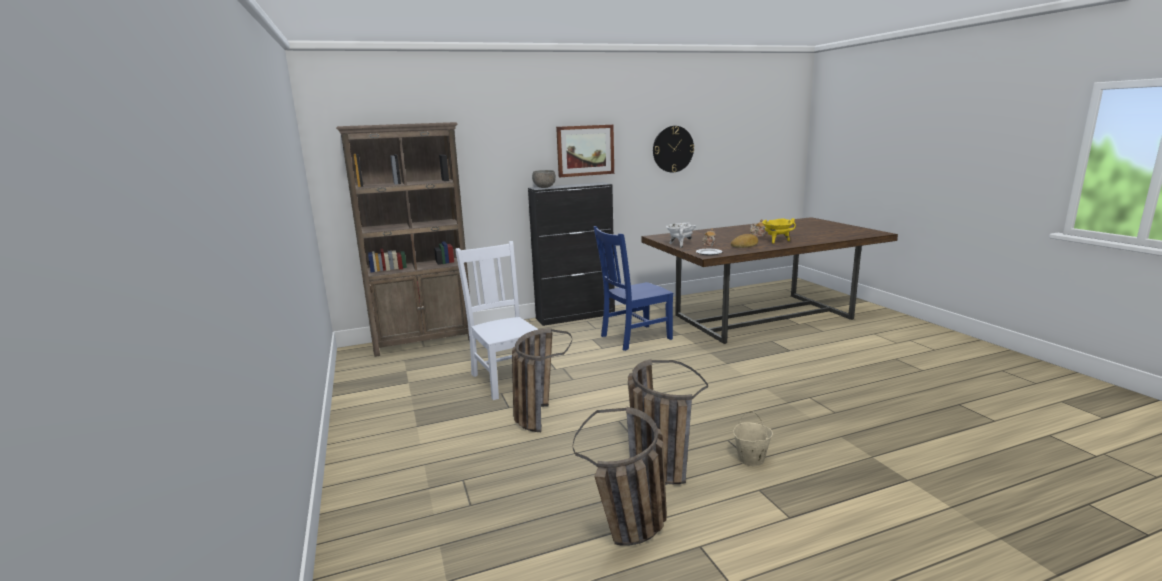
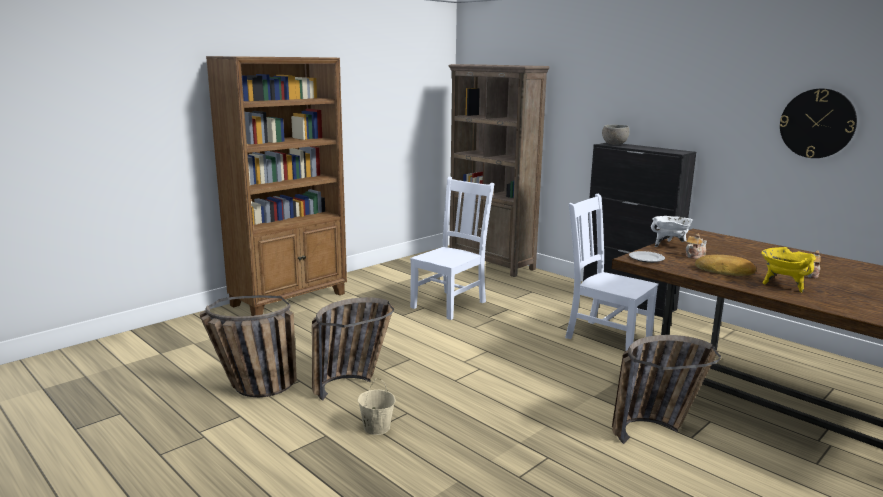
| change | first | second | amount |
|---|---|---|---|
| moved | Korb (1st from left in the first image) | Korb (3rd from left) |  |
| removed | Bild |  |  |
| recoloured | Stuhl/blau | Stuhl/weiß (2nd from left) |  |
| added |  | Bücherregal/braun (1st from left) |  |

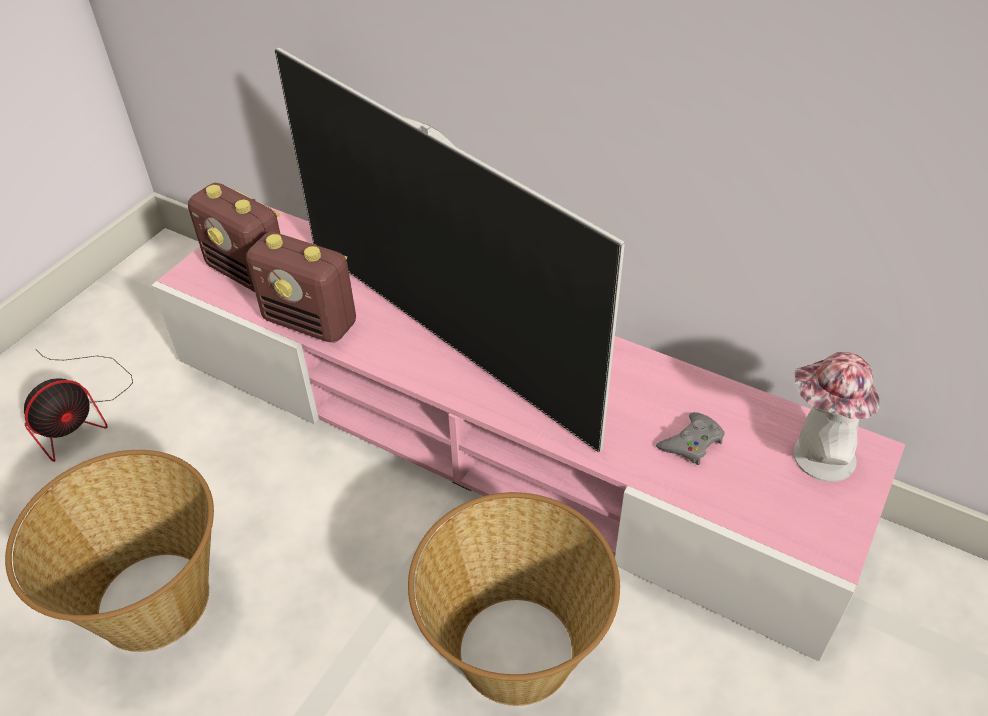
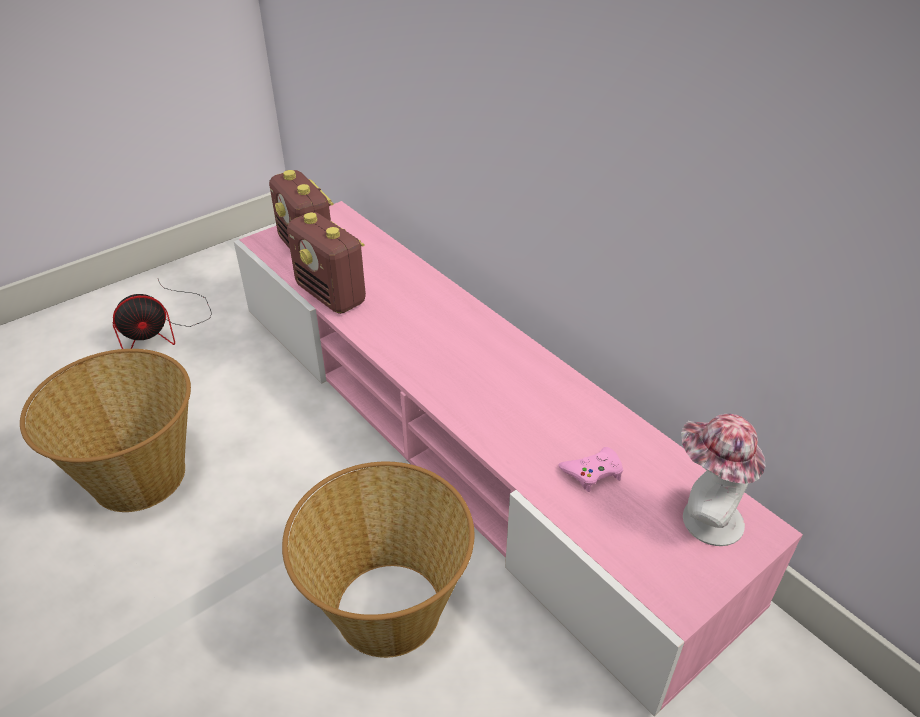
| change | first | second | amount |
|---|---|---|---|
| removed | Fernseher |  |  |
| recoloured | Gamepad/grau | Gamepad/rosa |  |

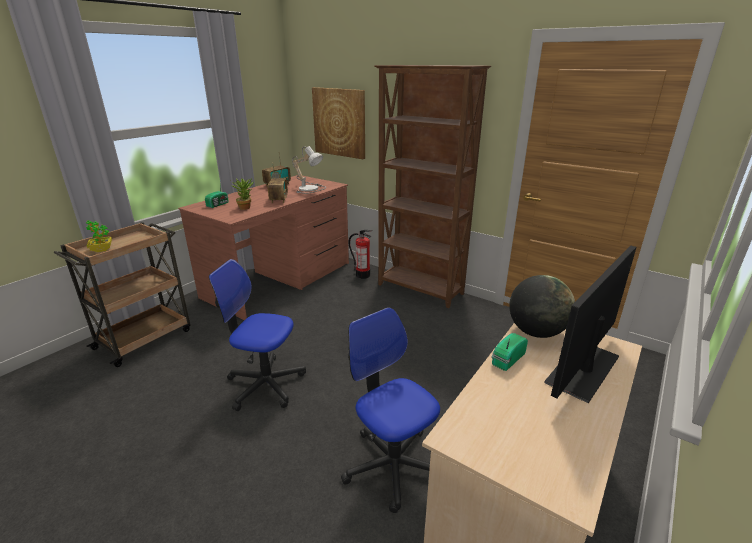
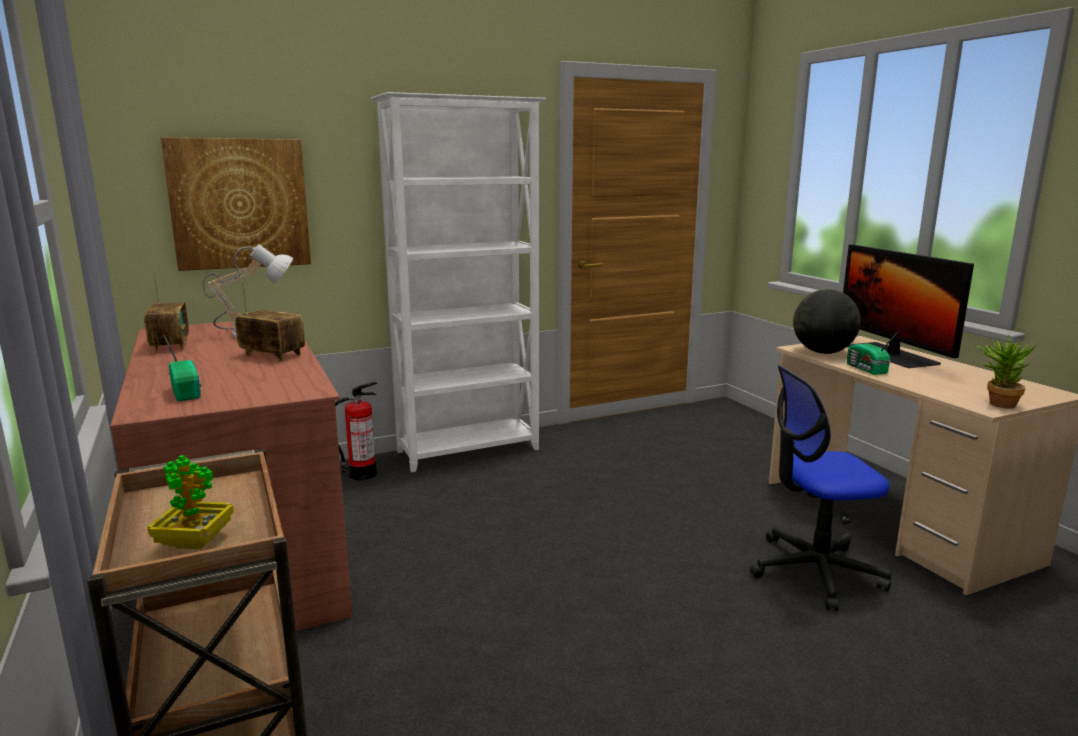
| change | first | second | amount |
|---|---|---|---|
| removed | Bürostuhl (1st from left) |  |  |
| moved | Topfpflanze (2nd from left) |  |  |
| recoloured | Bücherregal/braun | Bücherregal/weiß |  |

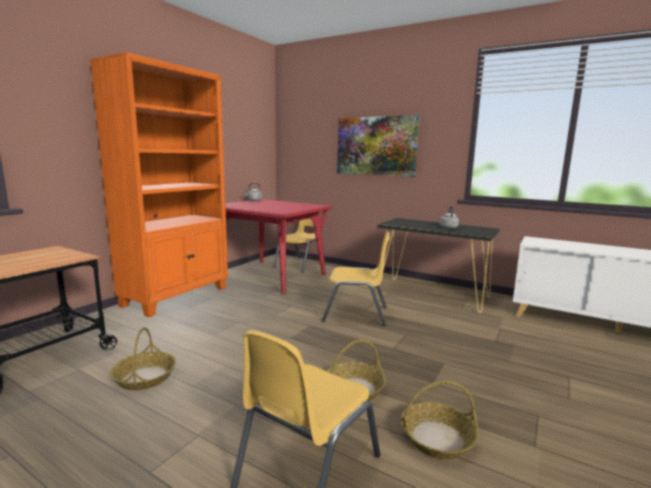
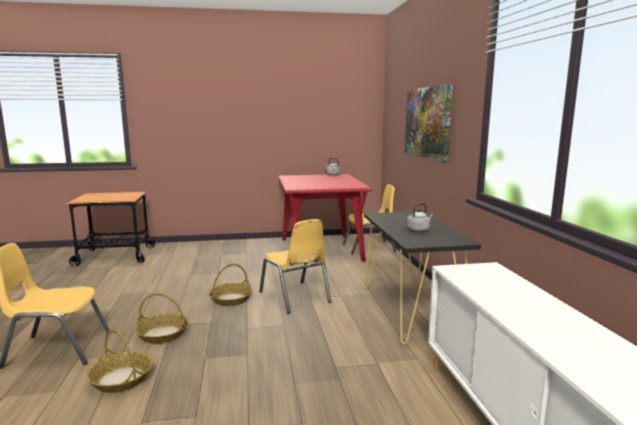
| change | first | second | amount |
|---|---|---|---|
| removed | Bücherregal/orange |  |  |
| moved | Korb (1st from left in the first image) | Korb (3rd from left) |  |

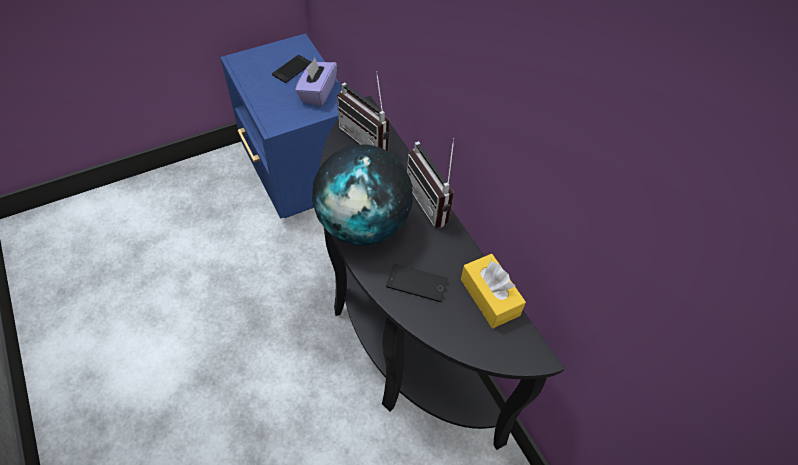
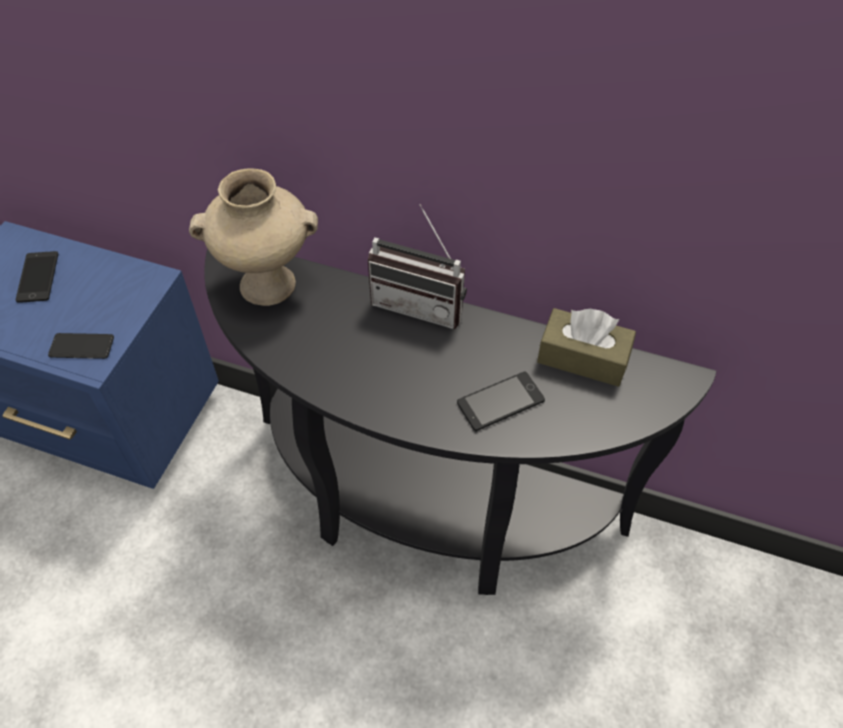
| change | first | second | amount |
|---|---|---|---|
| removed | Taschentuchbox/lila |  |  |
| removed | Globus |  |  |
| replaced | Radio (1st from left) | Vase/beige |  |
| recoloured | Taschentuchbox/gelb | Taschentuchbox/braun |  |
| added |  | Handy (2nd from left) |  |

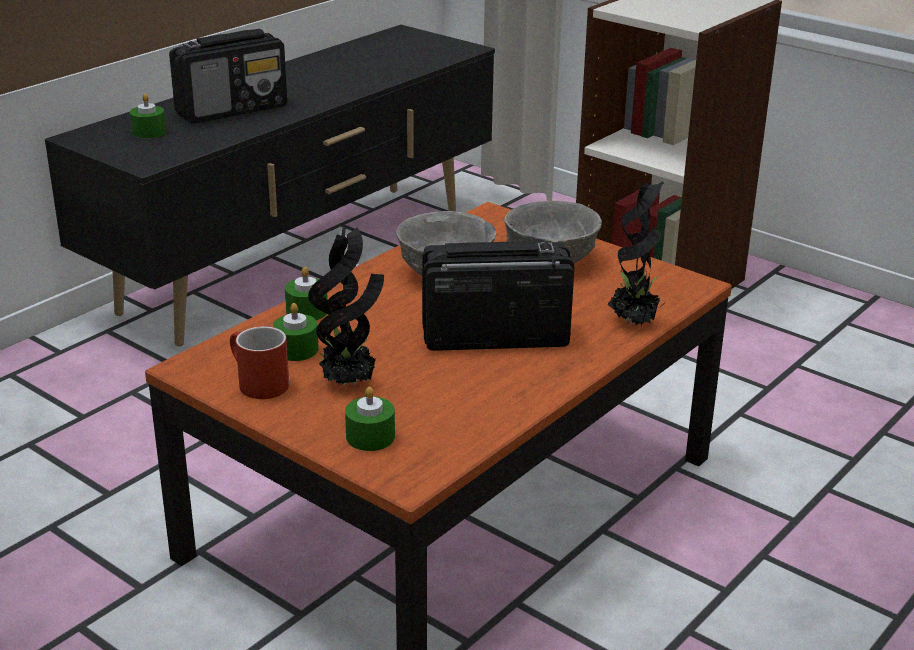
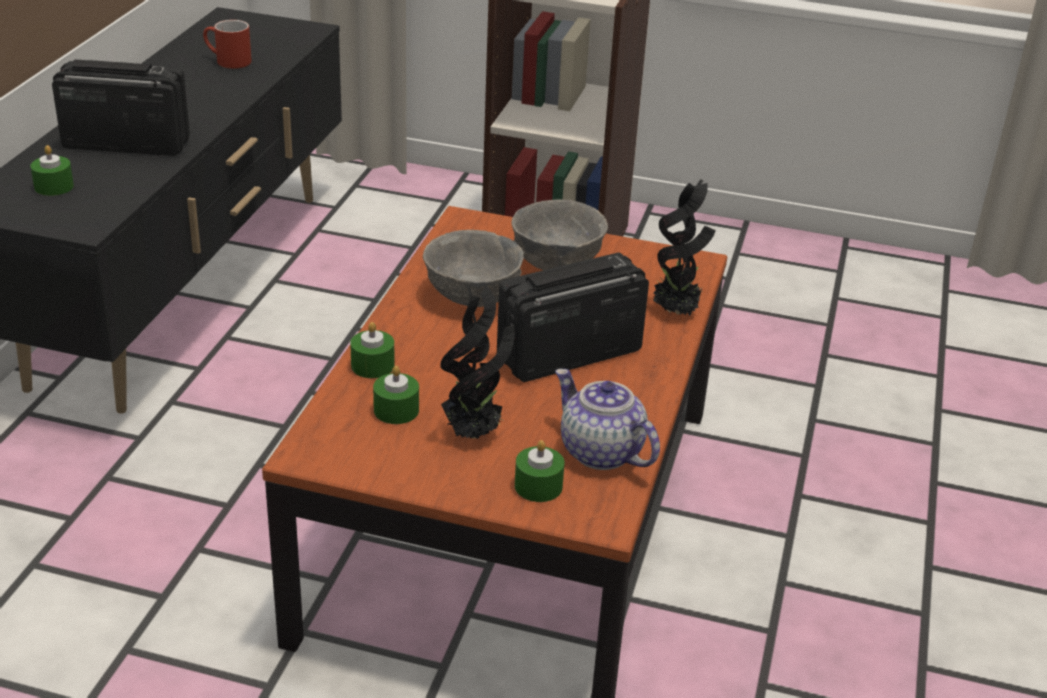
| change | first | second | amount |
|---|---|---|---|
| turned | Radio (1st from left) |  | 120 degrees counterclockwise |
| moved | Henkelbecher/rot |  |  |
| added |  | Teekanne |  |

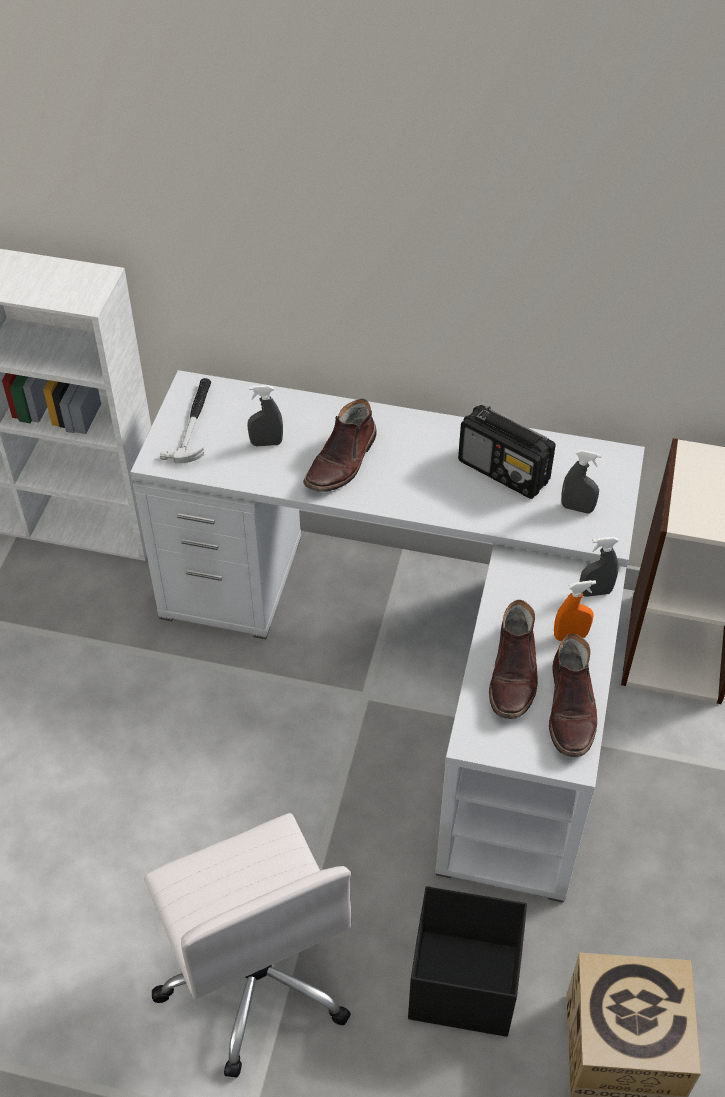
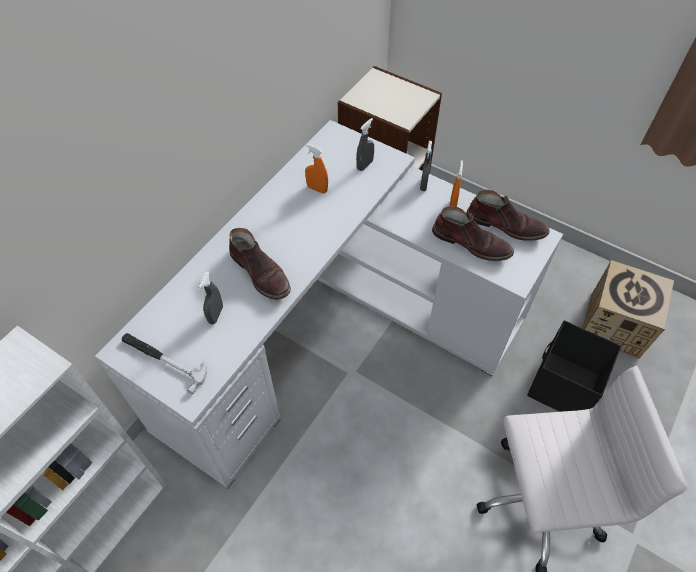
| change | first | second | amount |
|---|---|---|---|
| replaced | Radio | Sprühflasche/orange (1st from left) |  |

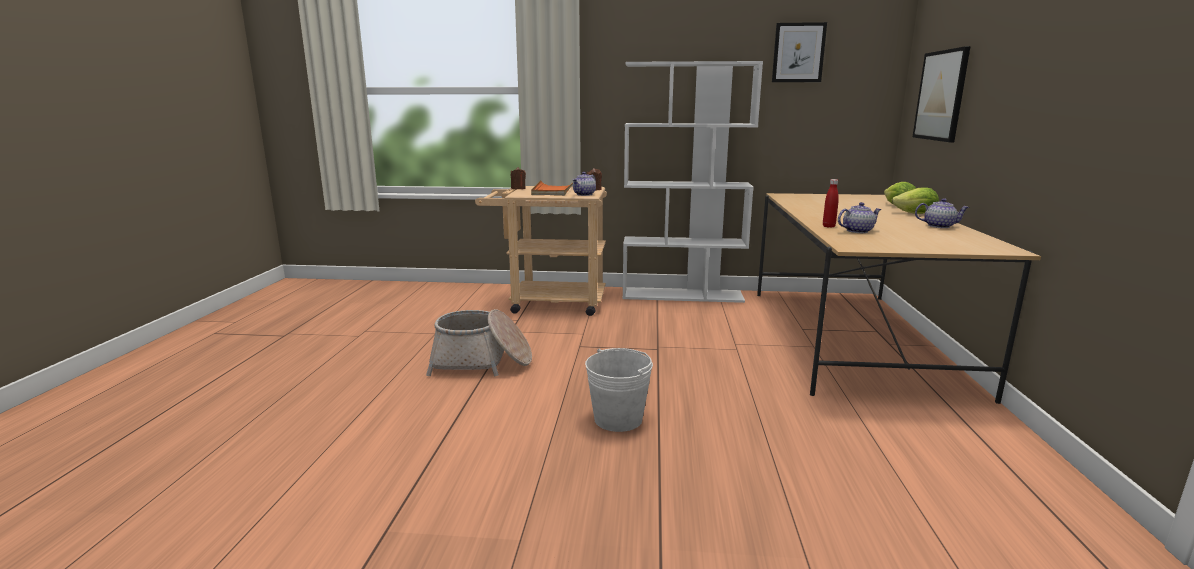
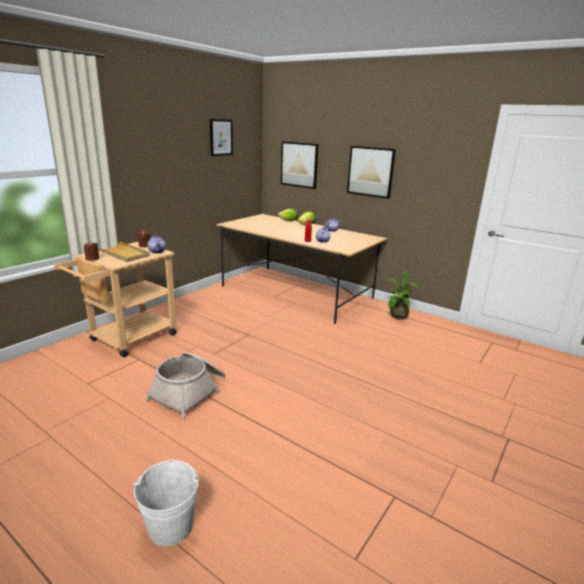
| change | first | second | amount |
|---|---|---|---|
| recoloured | Tablett/orange | Tablett/beige |  |
| moved | Eimer/weiß |  |  |
| removed | Bücherregal/weiß |  |  |
| added |  | Bild (3rd from left) |  |
| added |  | Topfpflanze |  |

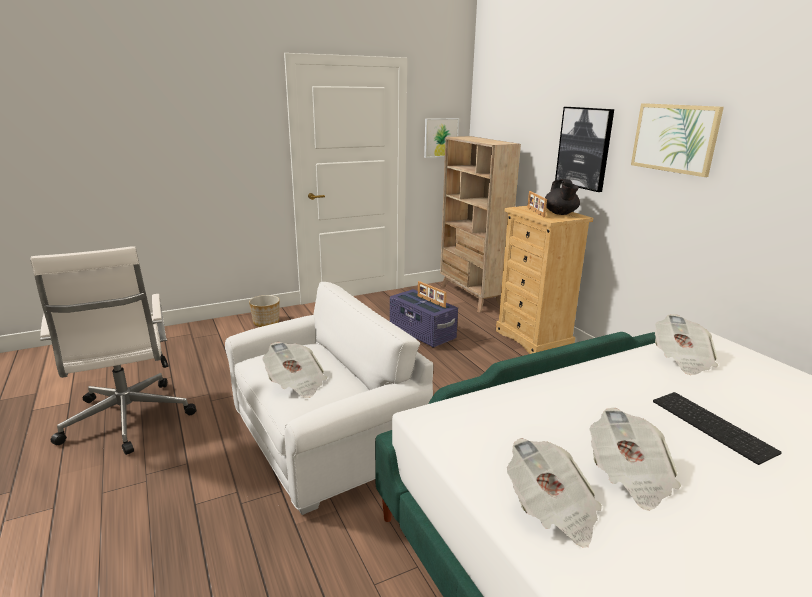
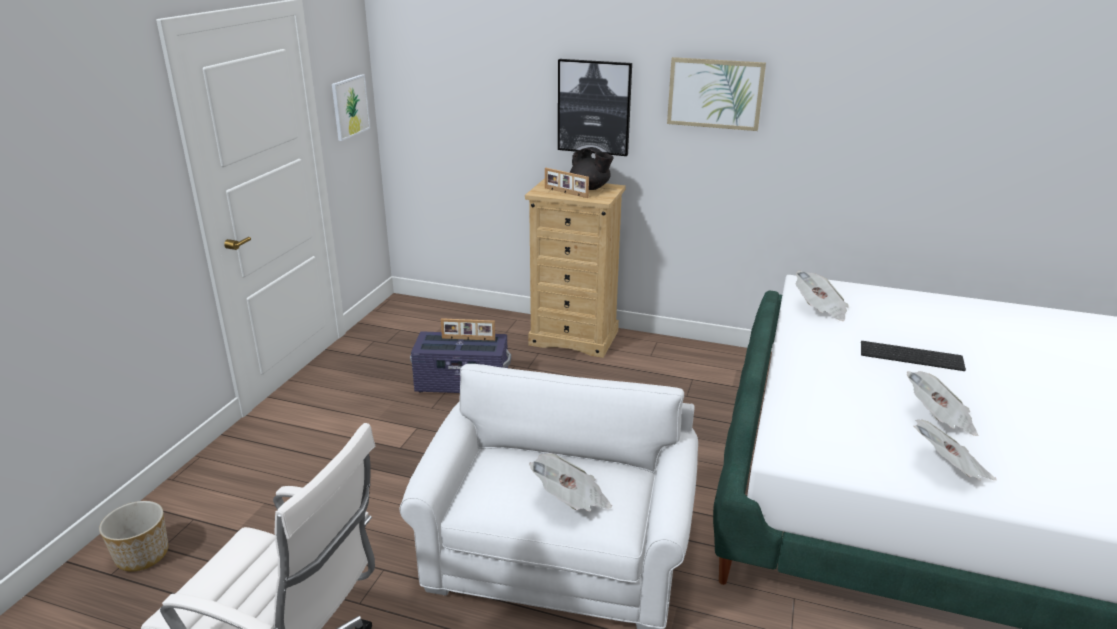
| change | first | second | amount |
|---|---|---|---|
| moved | Pflanzkübel |  |  |
| removed | Bücherregal/beige |  |  |

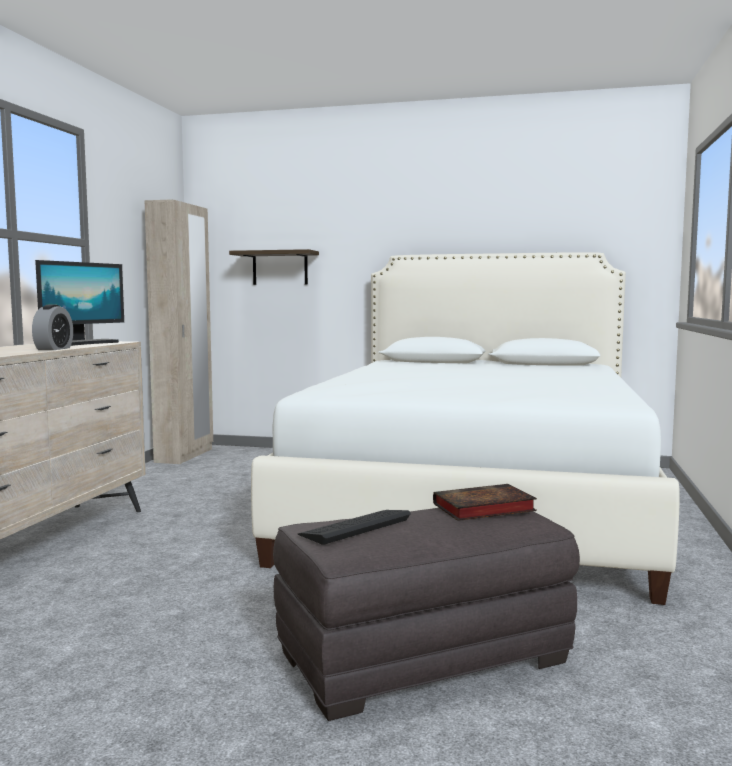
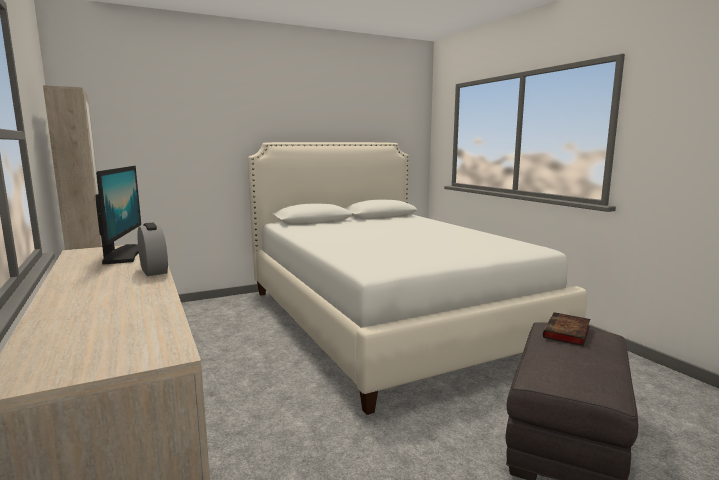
| change | first | second | amount |
|---|---|---|---|
| removed | Wandregal |  |  |
| removed | Tastatur |  |  |

